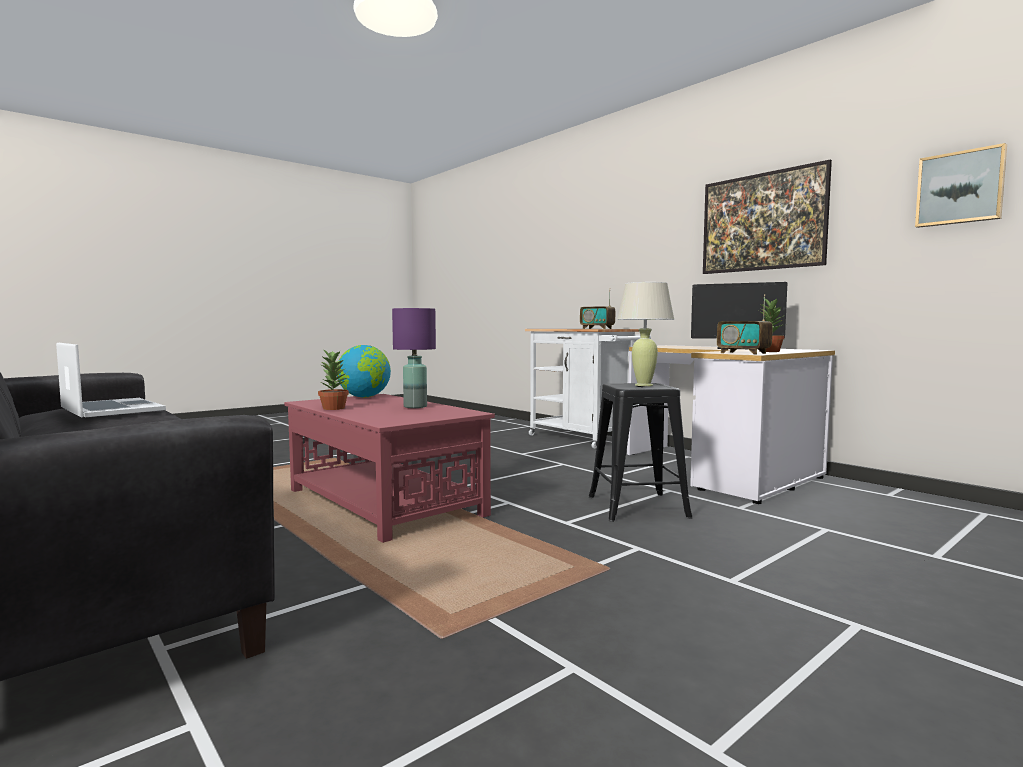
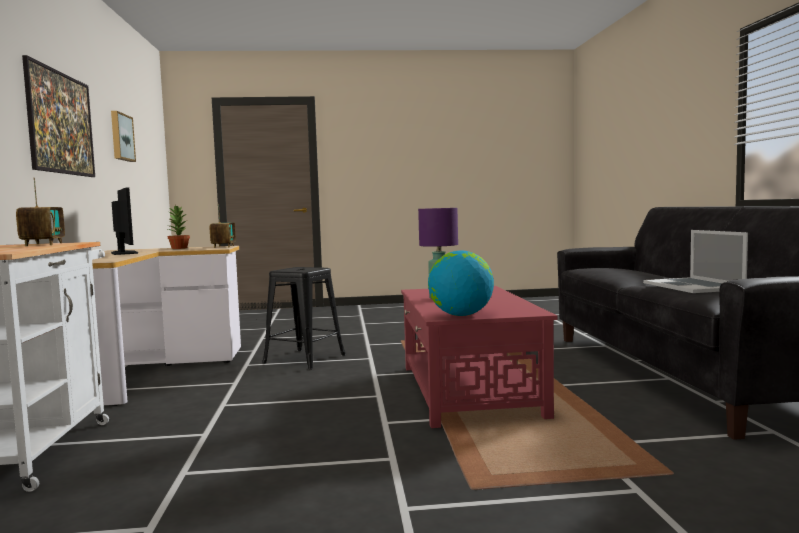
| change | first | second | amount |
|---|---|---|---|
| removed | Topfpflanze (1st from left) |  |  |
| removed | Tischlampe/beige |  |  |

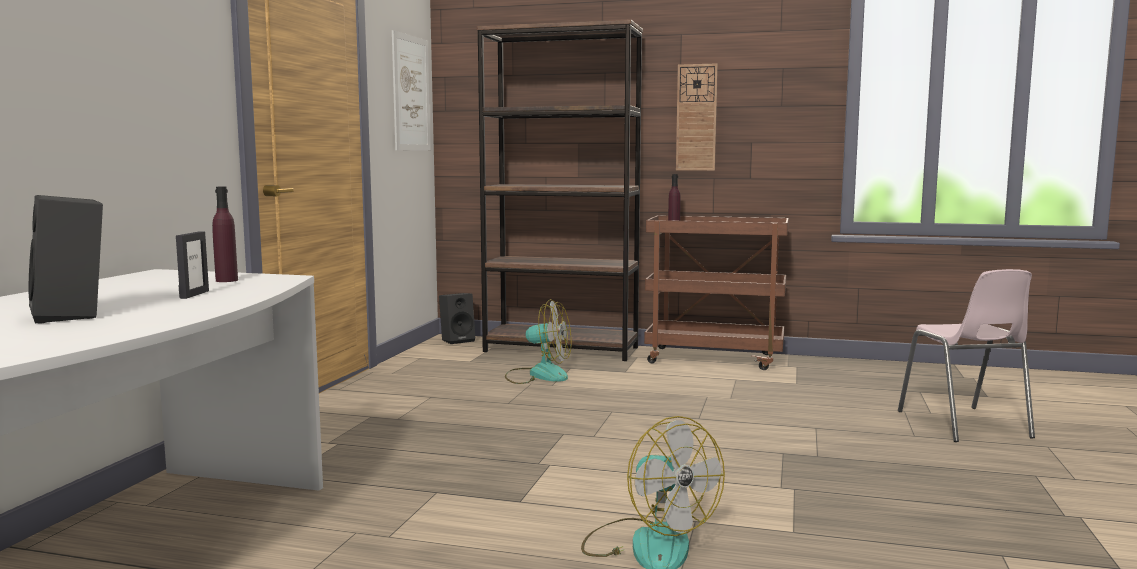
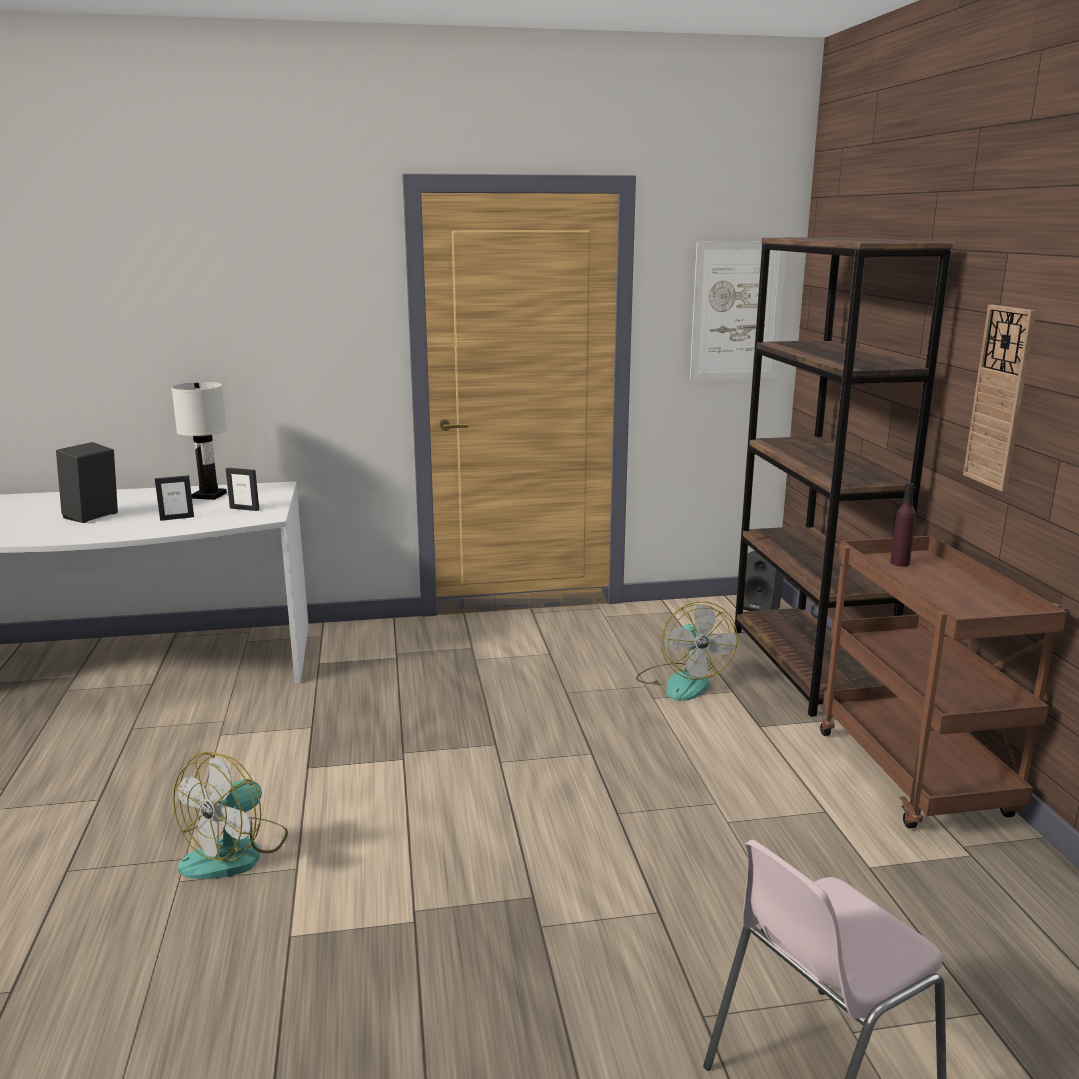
| change | first | second | amount |
|---|---|---|---|
| replaced | Flasche/lila (1st from left) | Bilderrahmen (2nd from left) |  |
| added |  | Tischlampe/weiß |  |

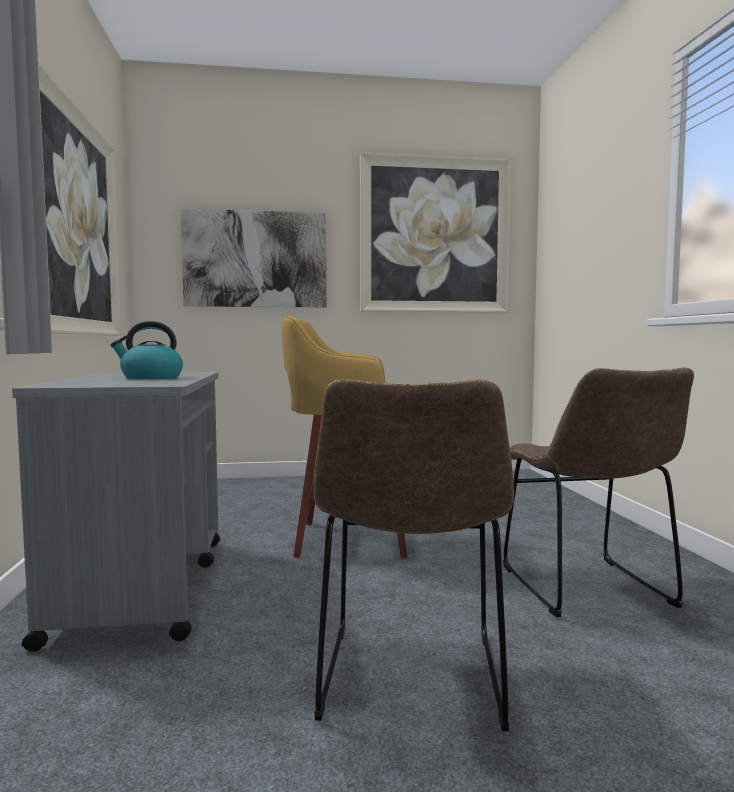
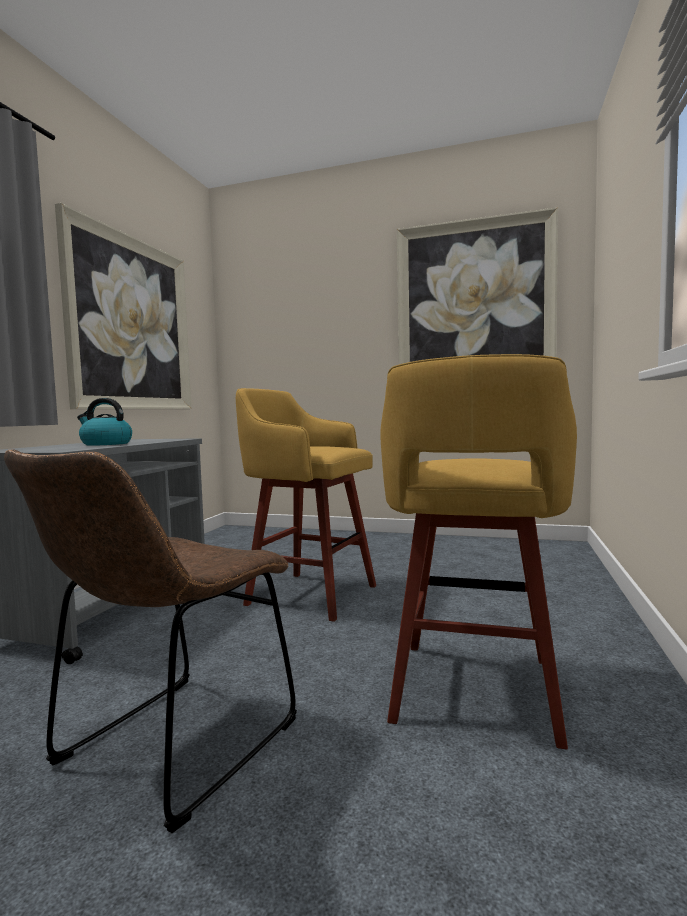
| change | first | second | amount |
|---|---|---|---|
| removed | Bild (2nd from left) |  |  |
| replaced | Stuhl/braun (2nd from left) | Hocker/gelb (2nd from left) |  |

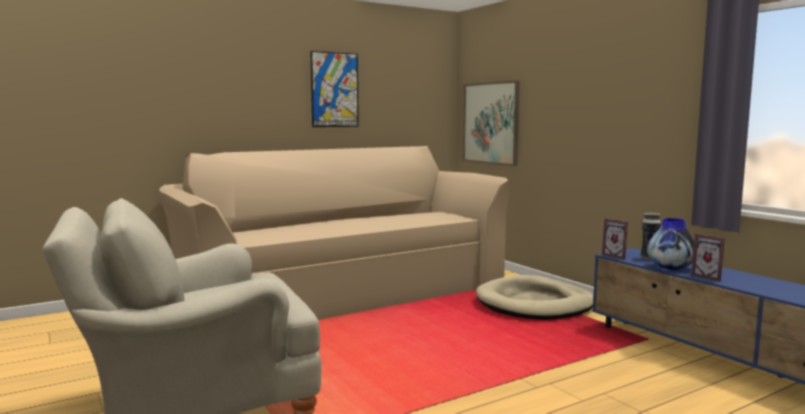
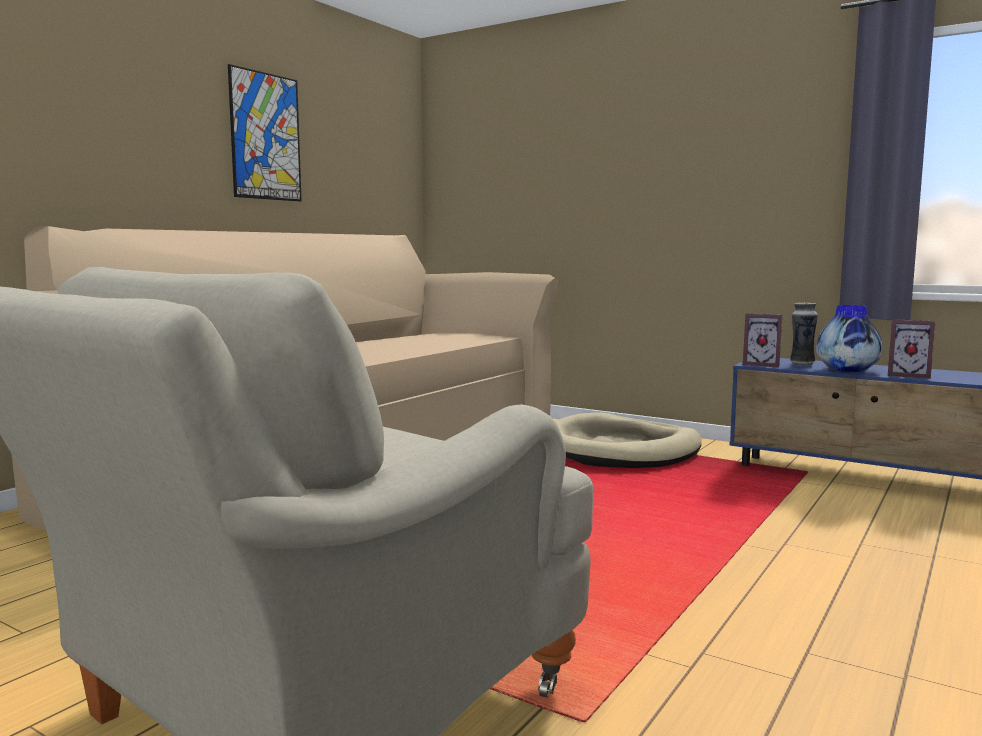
| change | first | second | amount |
|---|---|---|---|
| removed | Bild (2nd from left) |  |  |

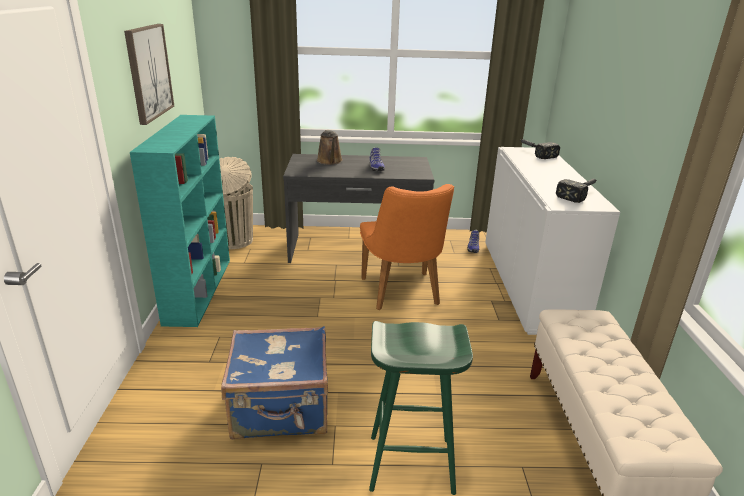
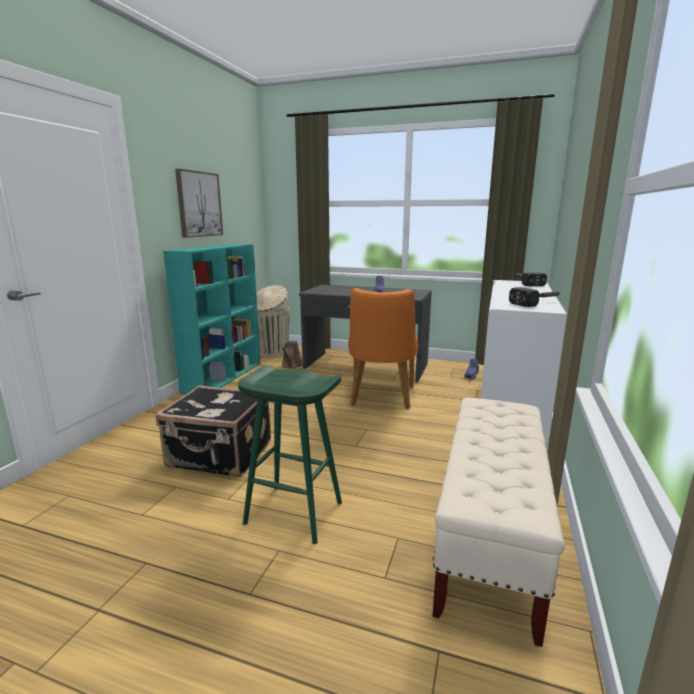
| change | first | second | amount |
|---|---|---|---|
| recoloured | Koffer/blau | Koffer/schwarz |  |
| moved | Gießkanne/braun |  |  |

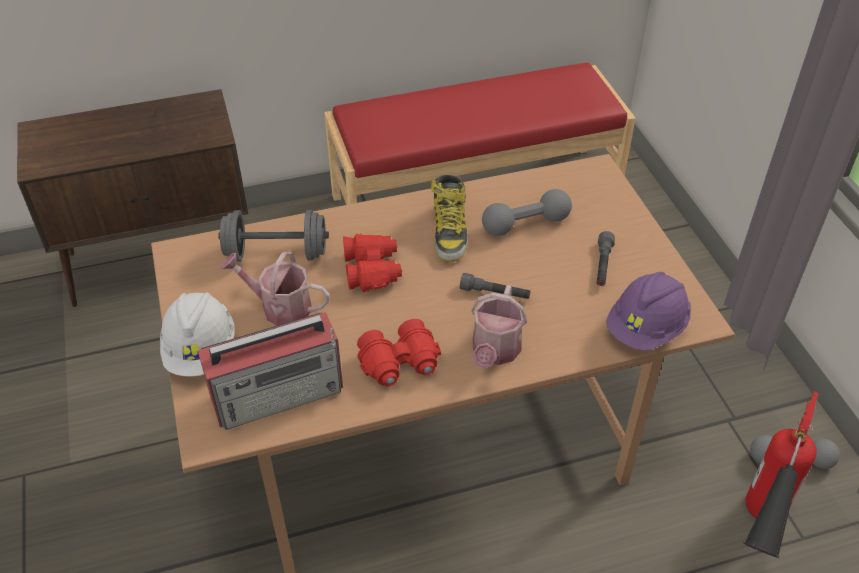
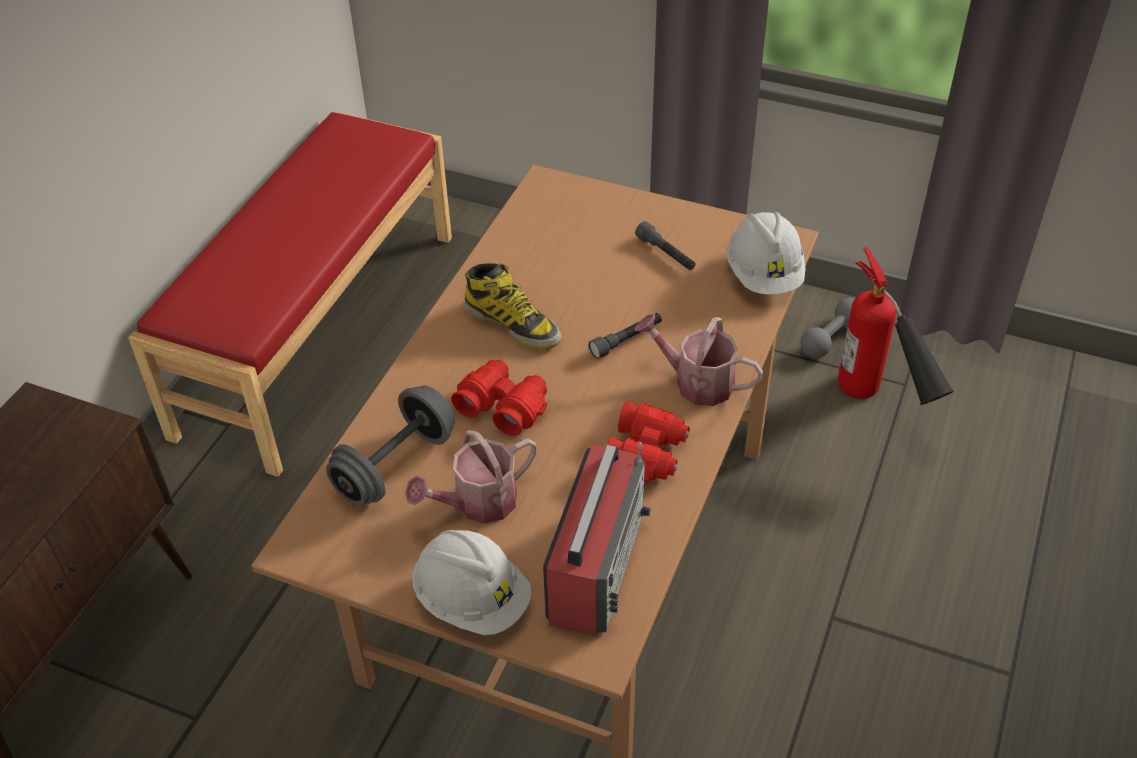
| change | first | second | amount |
|---|---|---|---|
| turned | Gießkanne (2nd from left) |  | 150 degrees clockwise |
| removed | Hantel/grau (2nd from left) |  |  |
| recoloured | Schutzhelm/lila | Schutzhelm/weiß (2nd from left) |  |

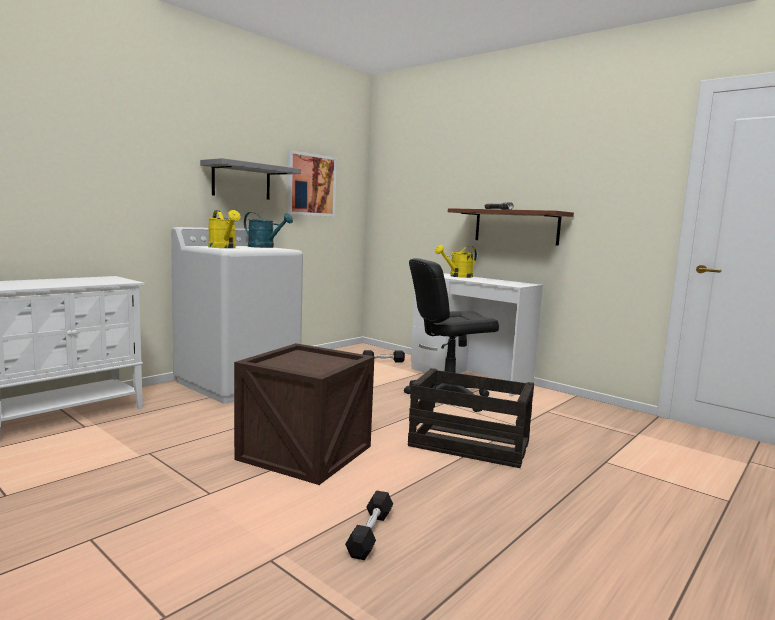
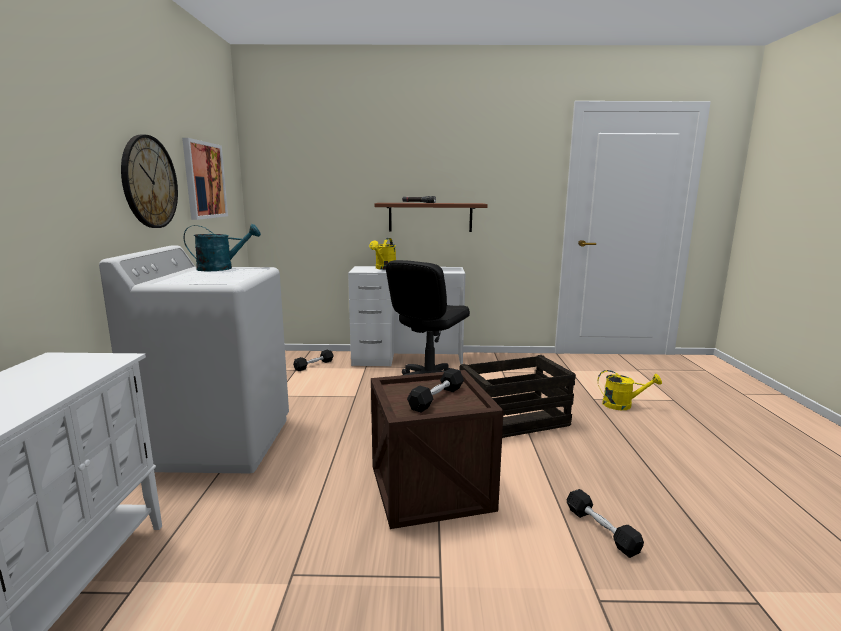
| change | first | second | amount |
|---|---|---|---|
| replaced | Wandregal/grau | Wanduhr |  |
| moved | Gießkanne/gelb (1st from left in the first image) | Gießkanne/gelb (2nd from left) |  |
| added |  | Hantel/schwarz (2nd from left) |  |

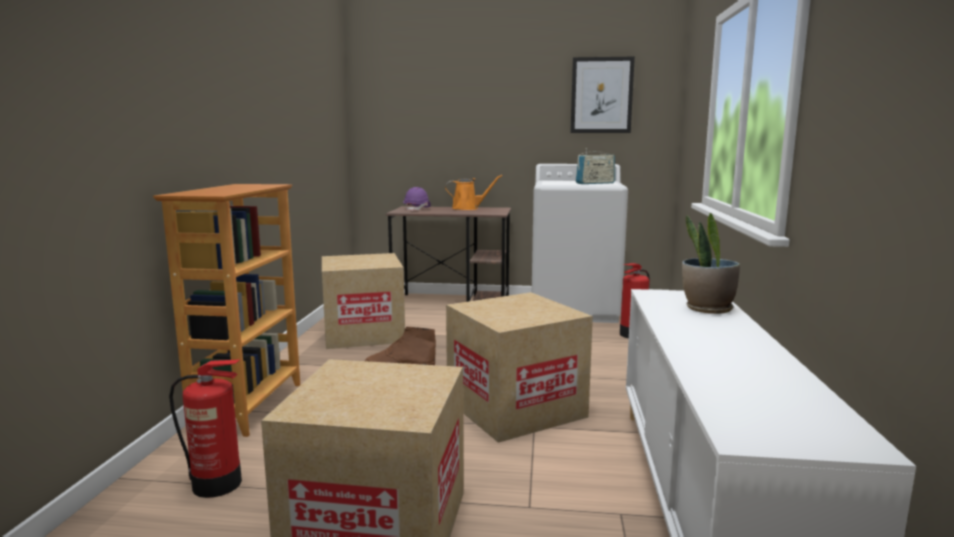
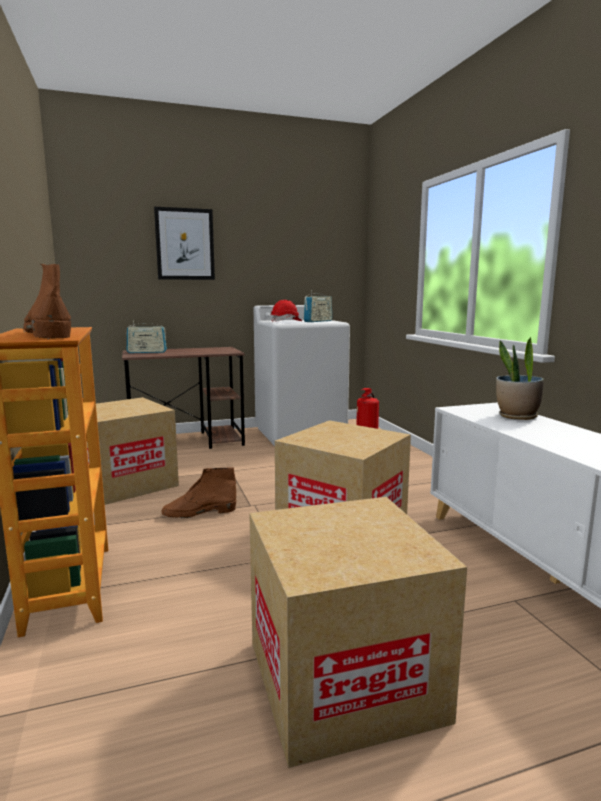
| change | first | second | amount |
|---|---|---|---|
| removed | Feuerlöscher (1st from left) |  |  |
| replaced | Schutzhelm/lila | Radio (1st from left) |  |
| removed | Gießkanne/orange |  |  |
| moved | Bild |  |  |
| added |  | Stiefel/braun (1st from left) |  |
| added |  | Schutzhelm/rot |  |

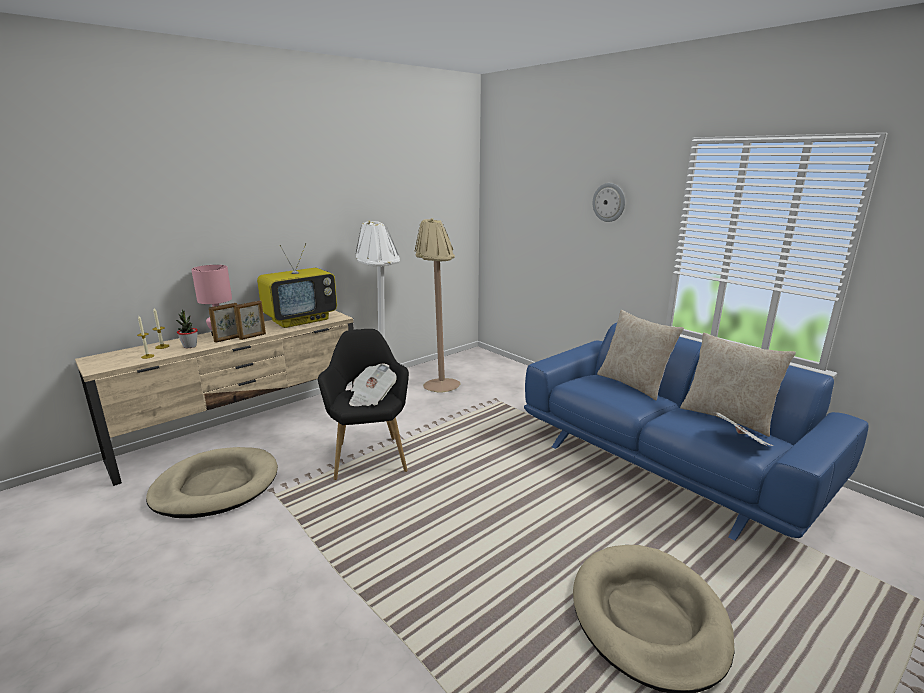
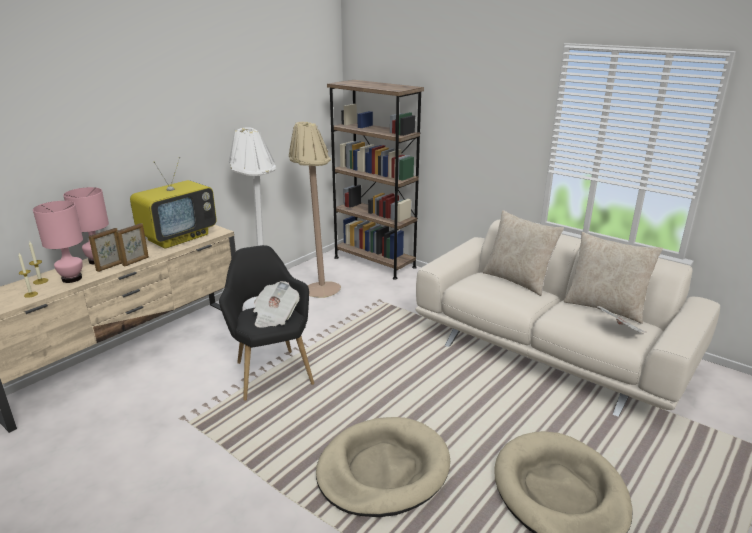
| change | first | second | amount |
|---|---|---|---|
| moved | Hundebett/beige (1st from left) |  |  |
| replaced | Topfpflanze | Tischlampe/rosa (1st from left) |  |
| recoloured | Sofa/blau | Sofa/beige |  |
| removed | Wanduhr |  |  |
| added |  | Bücherregal/braun |  |

